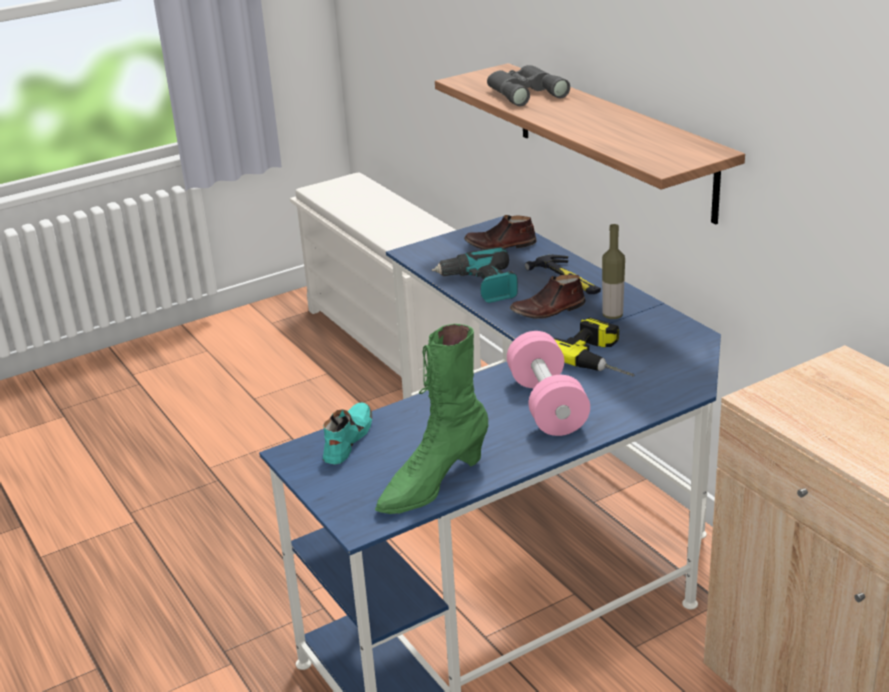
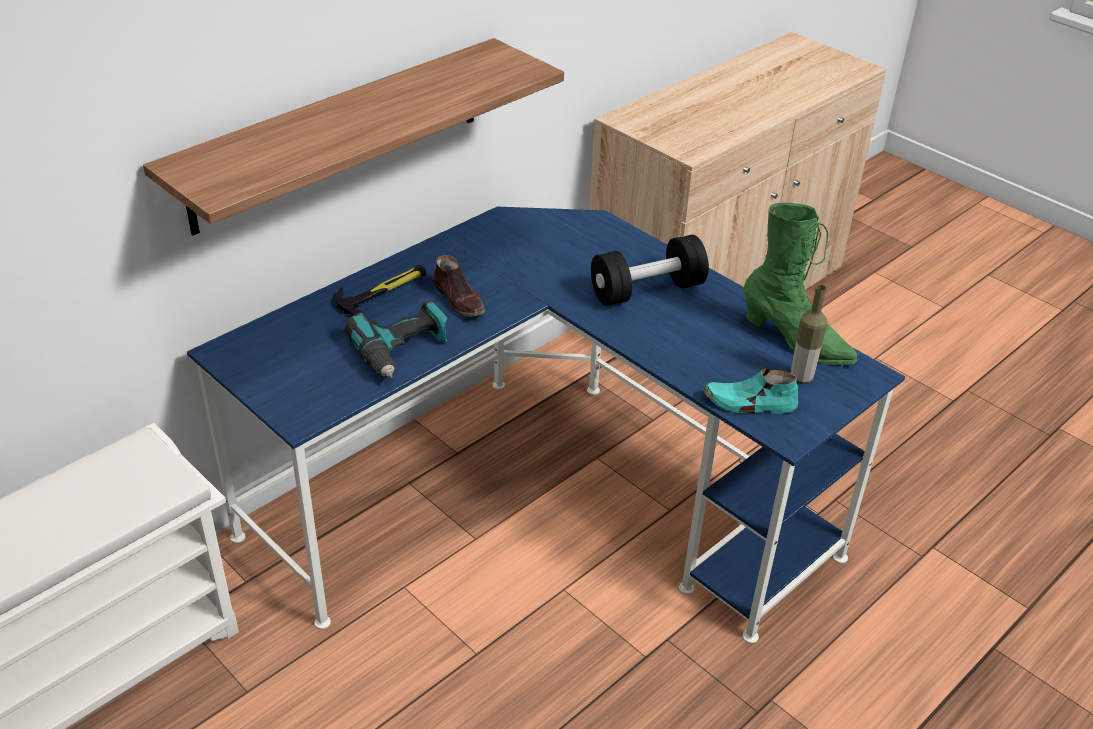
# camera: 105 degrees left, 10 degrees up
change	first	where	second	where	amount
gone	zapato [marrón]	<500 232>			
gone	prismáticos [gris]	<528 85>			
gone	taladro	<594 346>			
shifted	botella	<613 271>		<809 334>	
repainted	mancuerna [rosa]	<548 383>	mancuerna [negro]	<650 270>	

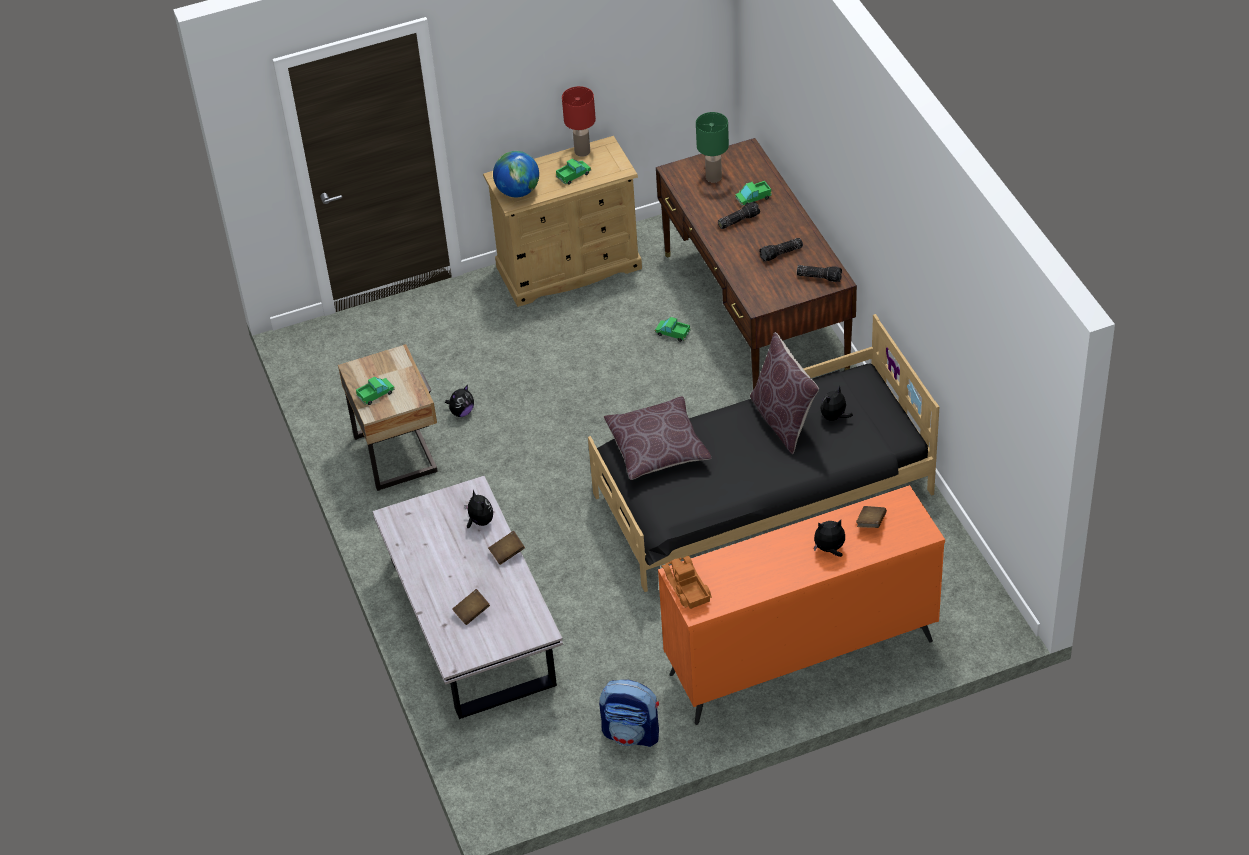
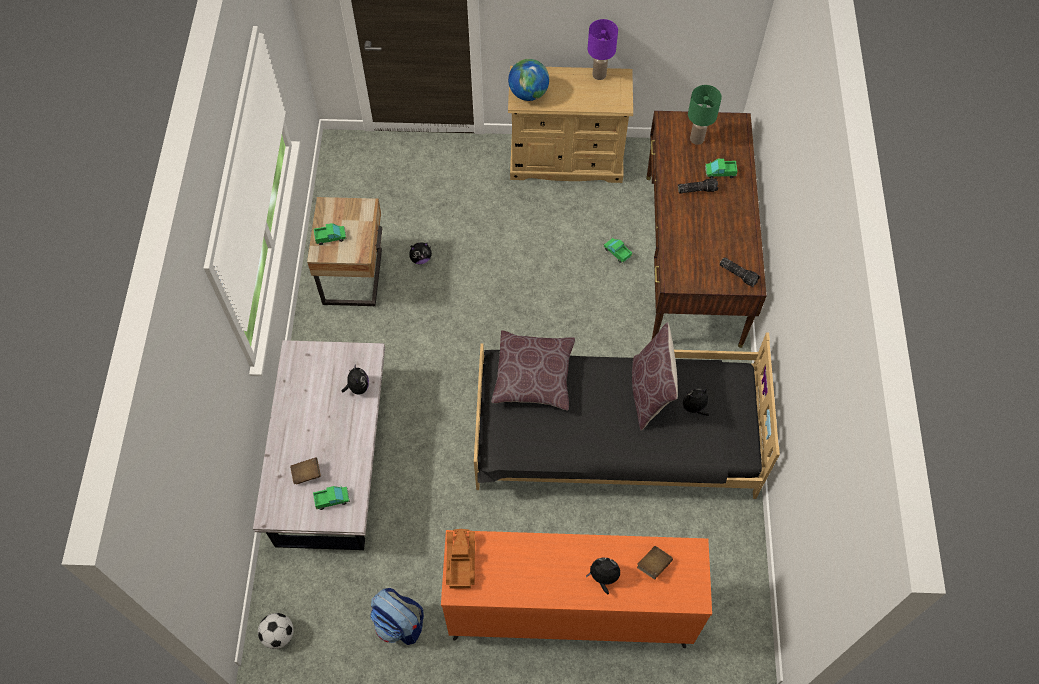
# camera: 20 degrees right, 15 degrees up
change	first	where	second	where	amount
gone	libro [marrón]	<506 548>			
gone	linterna	<781 250>			
new			balón de fútbol	<276 631>	
shifted	camión de juguete	<573 171>		<331 498>	
repainted	lámpara de mesa [rojo]	<579 121>	lámpara de mesa [morado]	<603 49>	

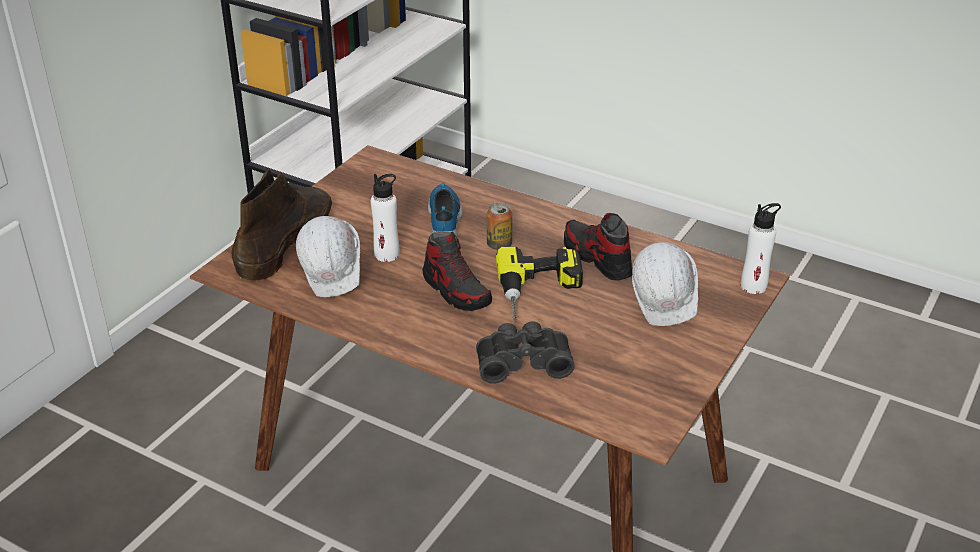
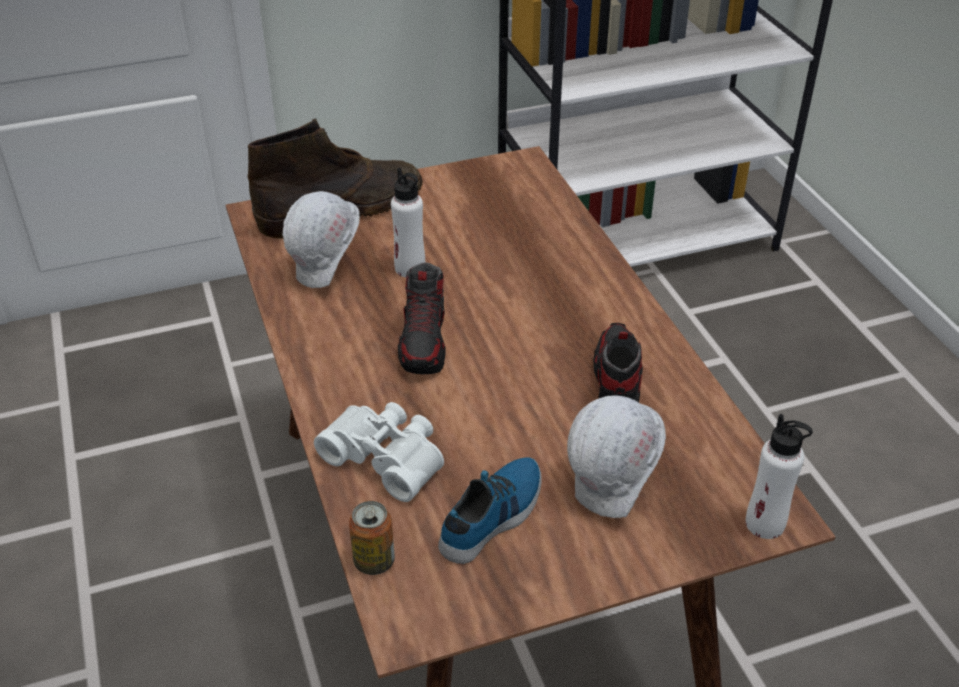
# camera: 40 degrees right, 5 degrees up
change	first	where	second	where	amount
gone	taladro	<539 283>			
shifted	zapato	<445 210>		<490 510>	
shifted	lata	<499 226>		<372 538>	
repainted	prismáticos [negro]	<525 352>	prismáticos [blanco]	<379 452>	

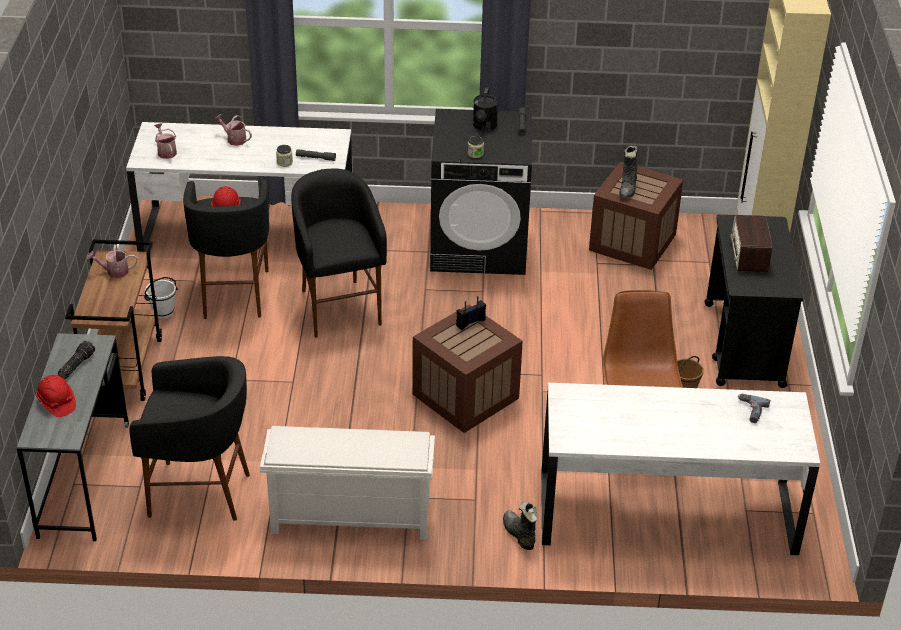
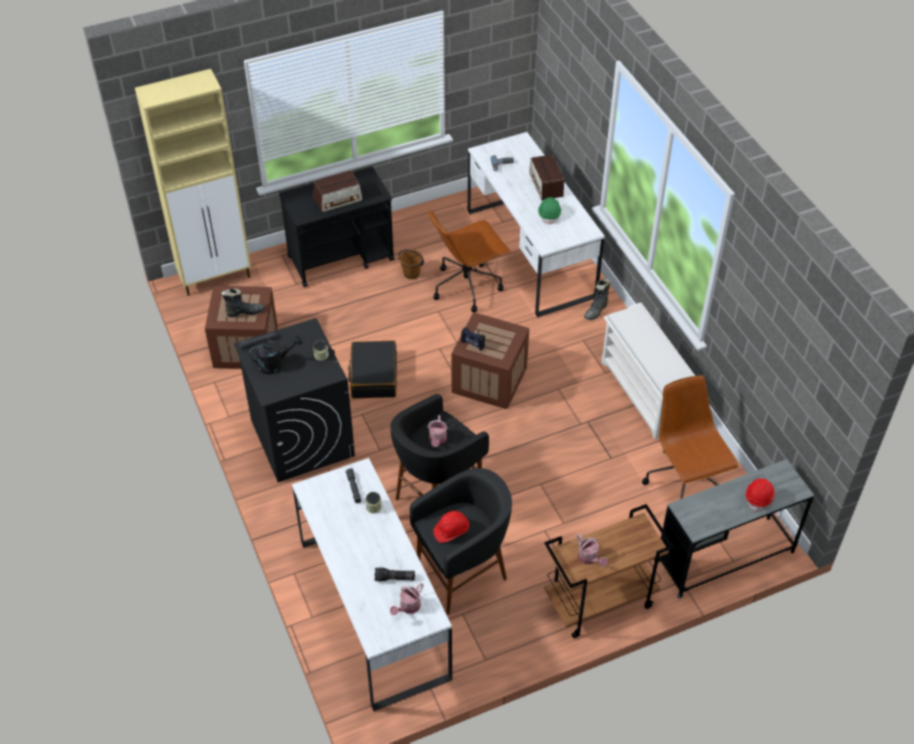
# camera: 115 degrees left, 10 degrees up
change	first	where	second	where	amount
gone	cubo [blanco]	<161 298>			
new			maleta [negro]	<372 369>	
new			radio	<546 177>	
new			casco [verde]	<549 211>	
shifted	linterna	<76 360>		<395 574>	
shifted	regadera	<233 130>		<438 431>	
swapped	taburete [negro]	<189 438>	silla de oficina [marrón]	<690 437>	

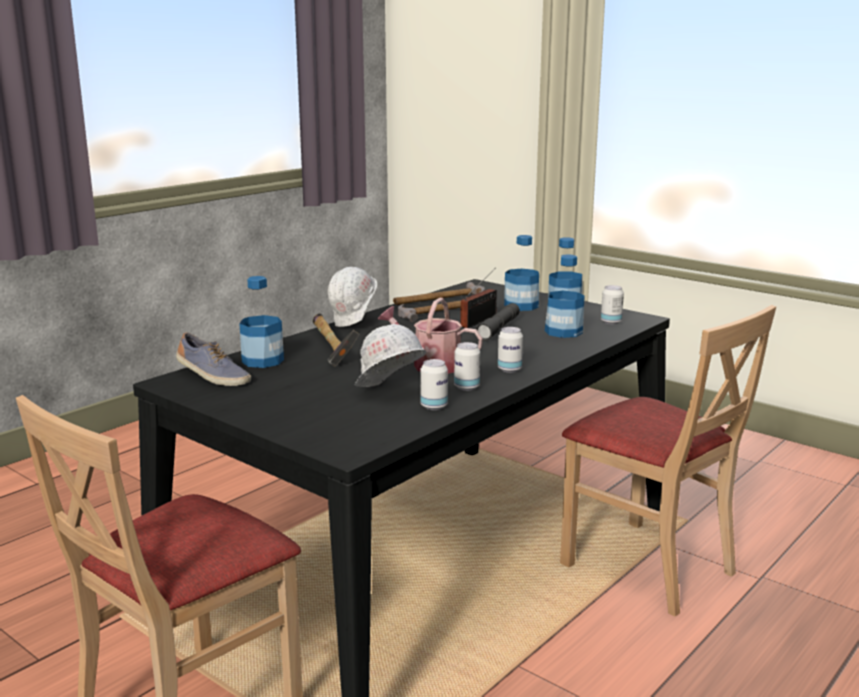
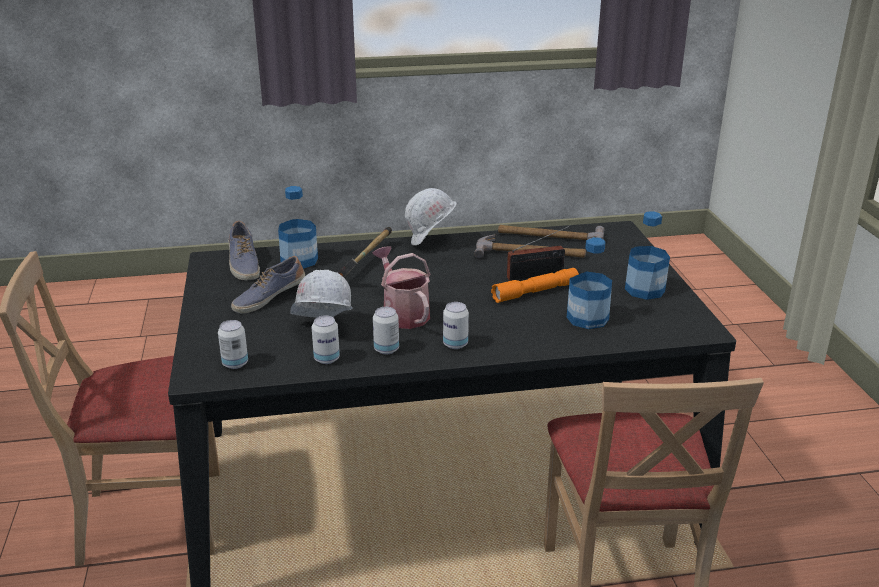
# camera: 40 degrees right, 10 degrees up
change	first	where	second	where	amount
gone	botella	<521 273>			
new			zapato	<268 284>	
shifted	lata	<612 304>		<233 344>	
repainted	linterna [gris]	<498 322>	linterna [naranja]	<535 285>	

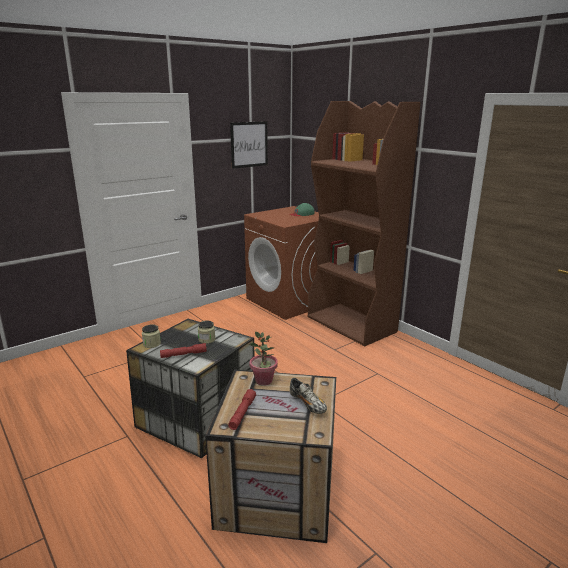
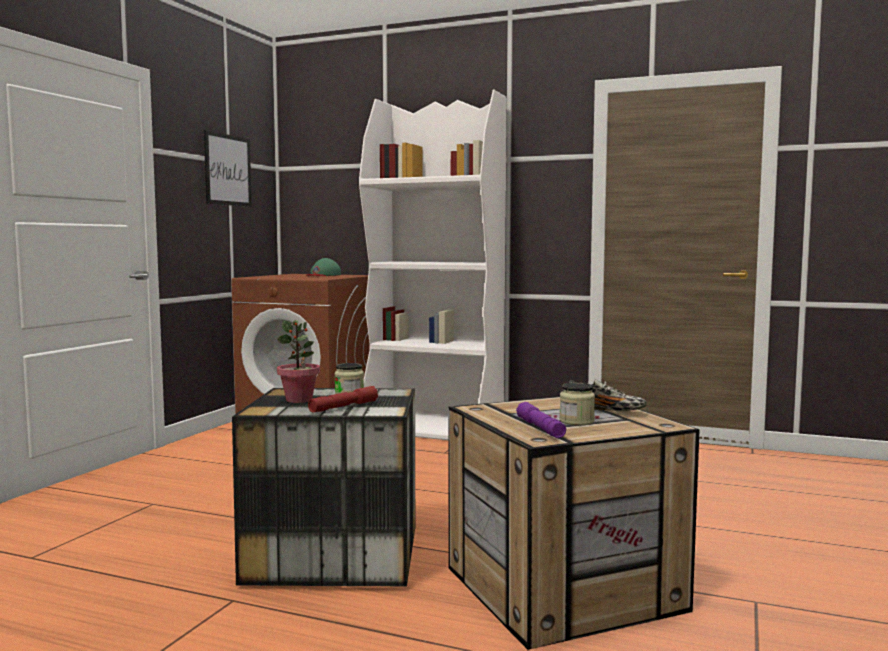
# camera: 30 degrees left, 15 degrees down
change	first	where	second	where	amount
shifted	tarro	<151 336>		<577 404>	
shifted	planta en maceta	<263 359>		<298 361>	
repainted	linterna [rojo]	<242 409>	linterna [morado]	<541 420>	
repainted	estantería [marrón]	<364 223>	estantería [blanco]	<433 264>	

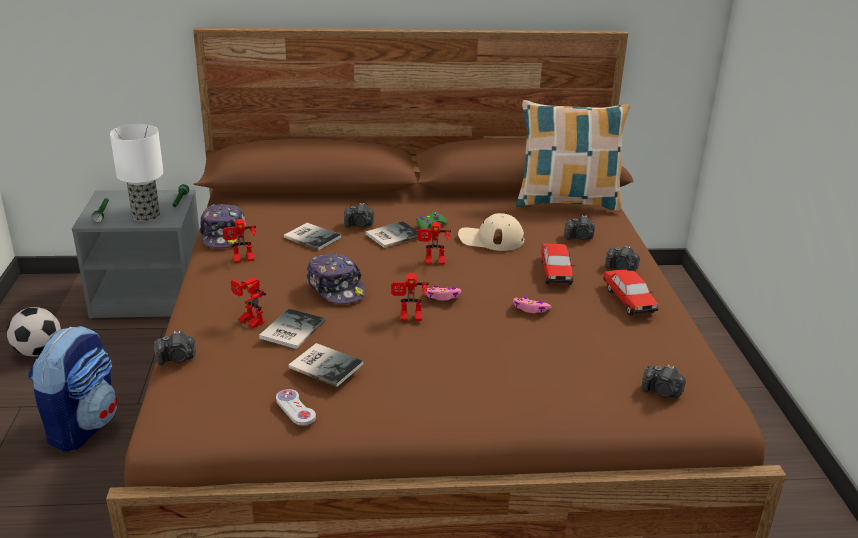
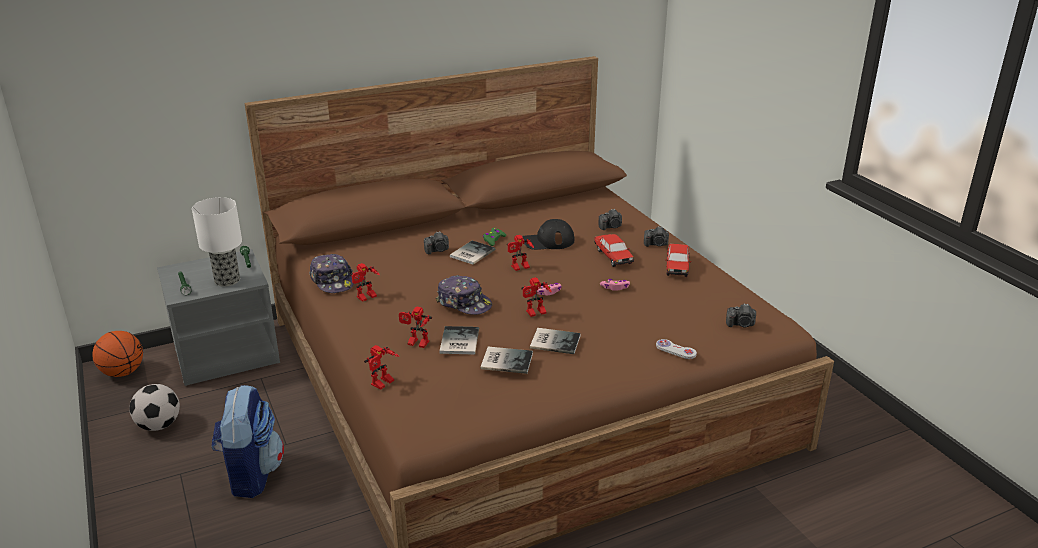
# camera: 20 degrees left, 0 degrees up
change	first	where	second	where	amount
gone	cojín	<573 155>			
new			balón de baloncesto	<118 354>	
shifted	mando de consola [blanco]	<296 407>		<676 349>	
shifted	libro	<312 236>		<555 341>	
swapped	cámara	<175 348>	robot de juguete	<382 367>	
repainted	gorra [beis]	<491 232>	gorra [negro]	<548 234>	
rotated	coche de juguete	<631 293>		<678 260>	45 degrees clockwise

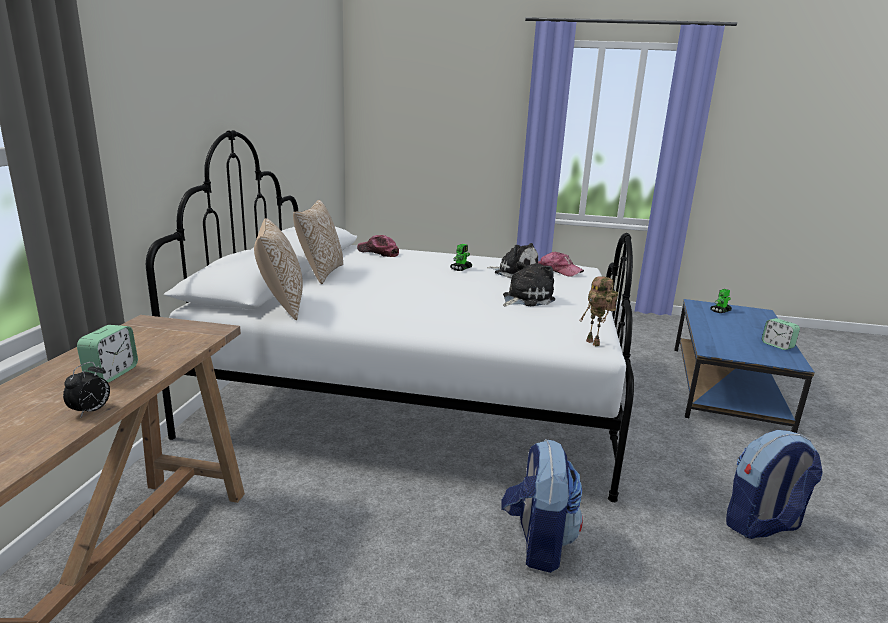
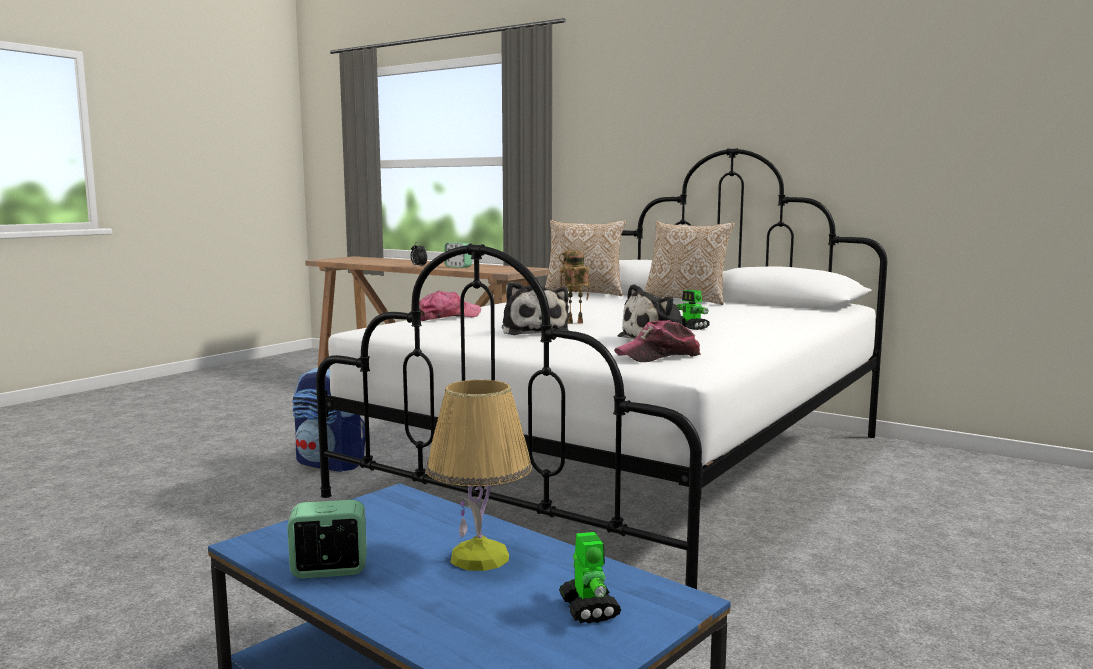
# camera: 115 degrees right, 10 degrees down
change	first	where	second	where	amount
gone	mochila	<774 484>			
new			lámpara de mesa	<479 475>	
shifted	gorra	<378 246>		<450 306>	
shifted	robot de juguete	<599 311>		<574 287>	

